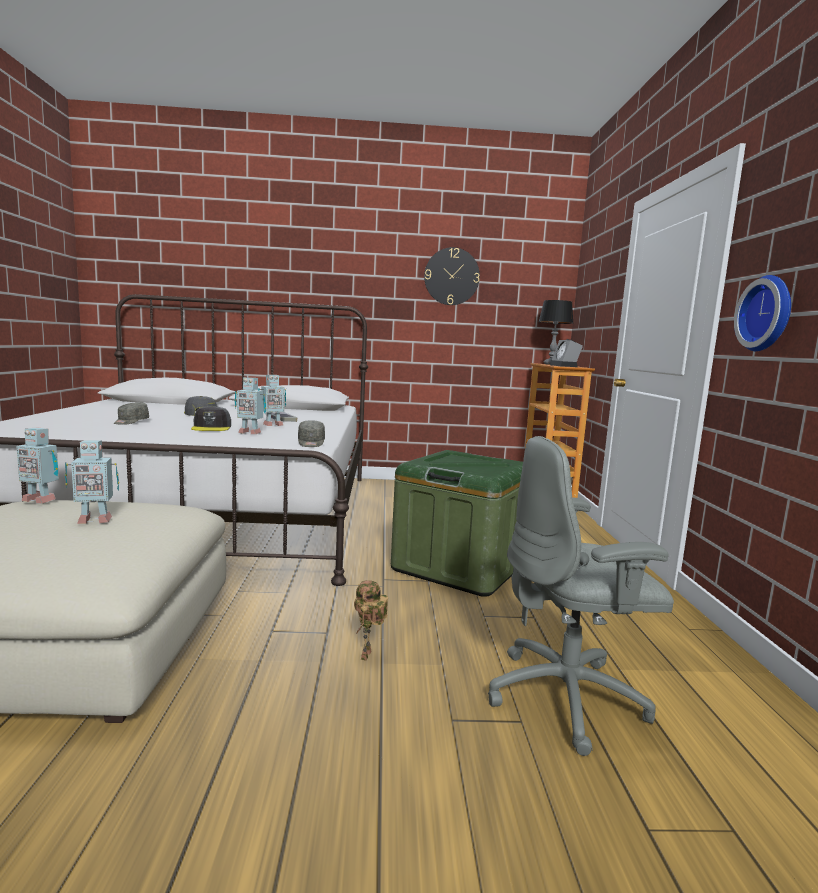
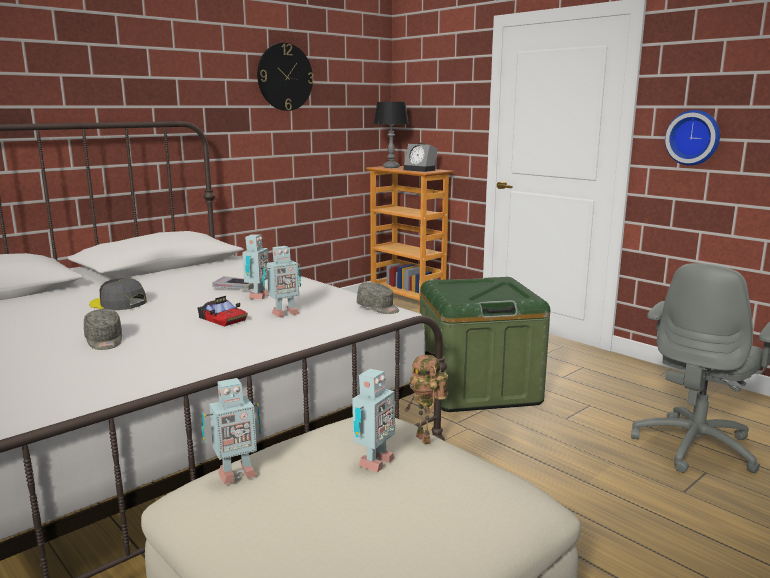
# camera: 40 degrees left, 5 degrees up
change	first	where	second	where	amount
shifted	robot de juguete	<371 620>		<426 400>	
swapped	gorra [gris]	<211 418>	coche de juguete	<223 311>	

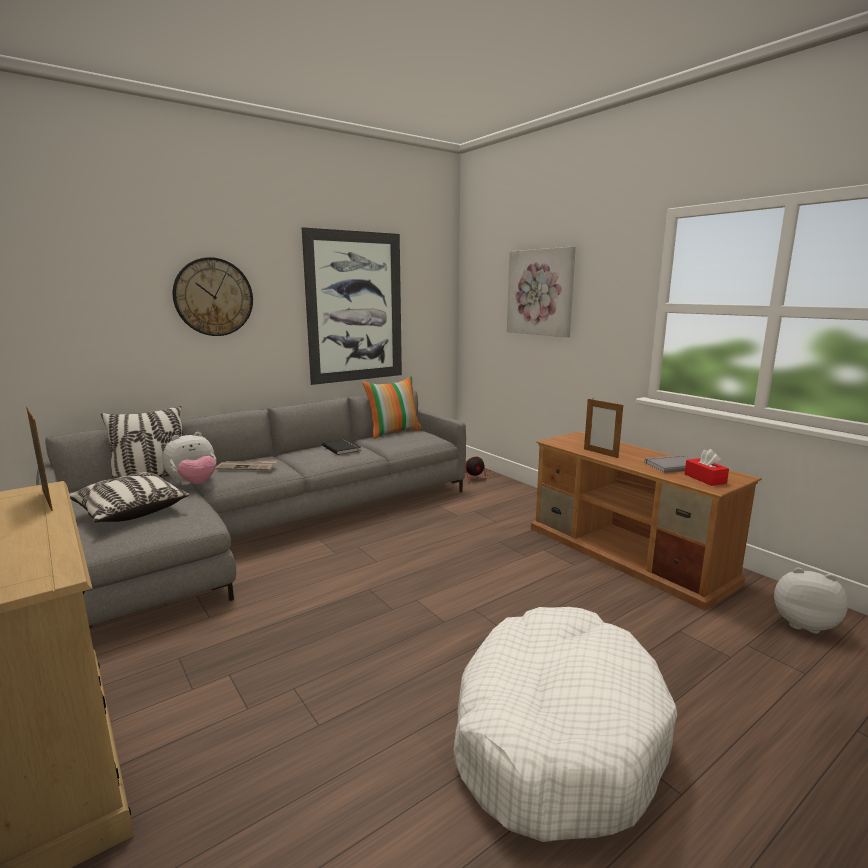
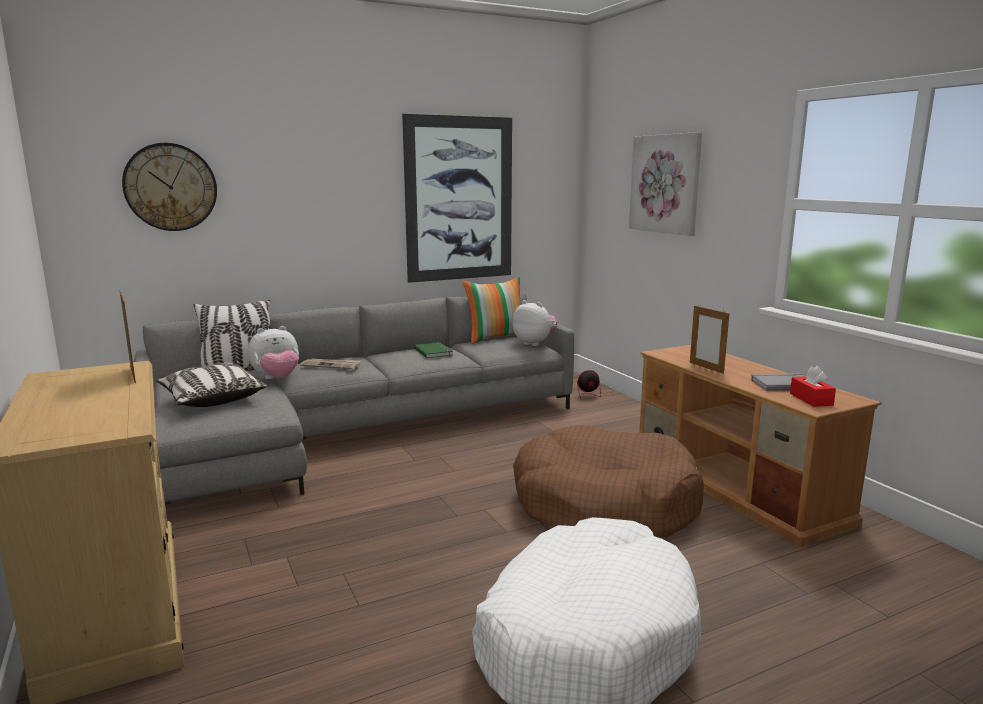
# camera: 10 degrees right, 0 degrees up
change	first	where	second	where	amount
new			cama para perro [marrón]	<608 481>	
shifted	reloj de pared	<213 296>		<169 187>	
shifted	peluche	<811 601>		<534 323>	
repainted	libro [negro]	<341 447>	libro [verde]	<433 350>	

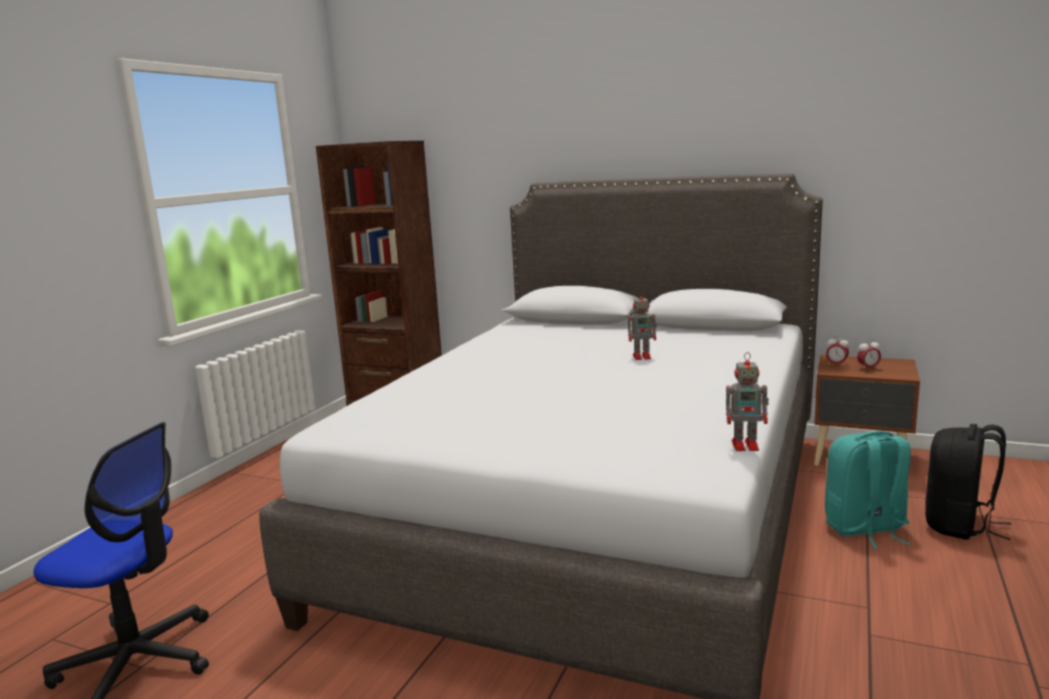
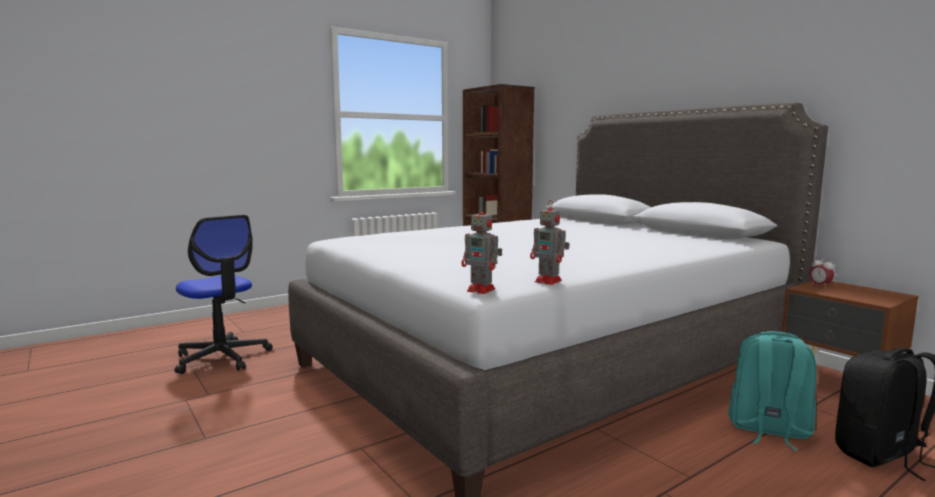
# camera: 30 degrees right, 5 degrees down
change	first	where	second	where	amount
gone	despertador	<869 354>			
shifted	robot de juguete	<642 325>		<481 249>	

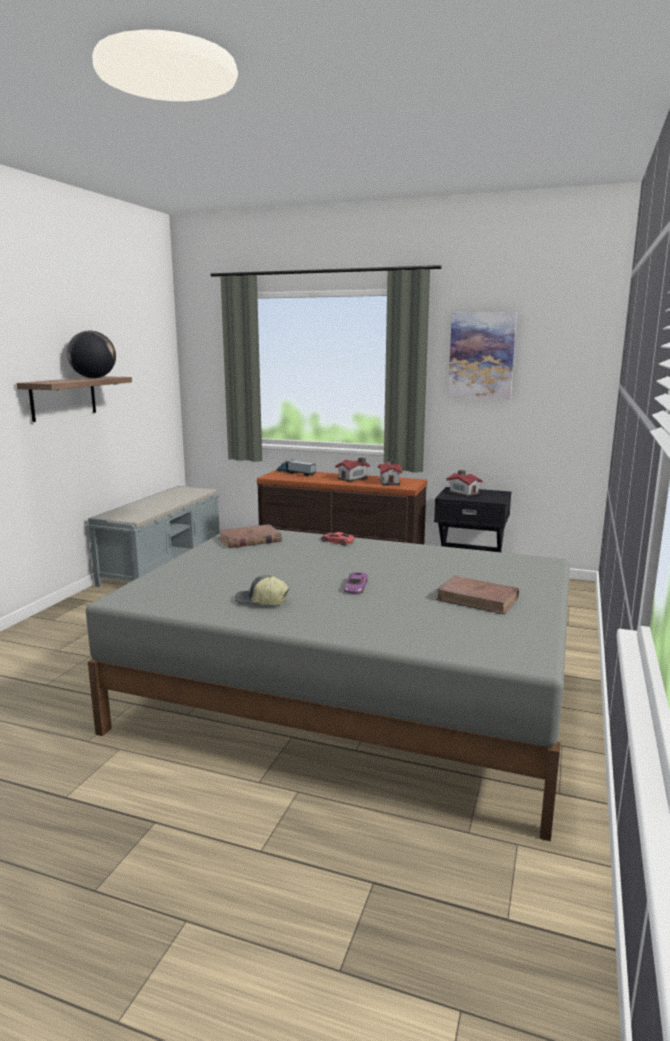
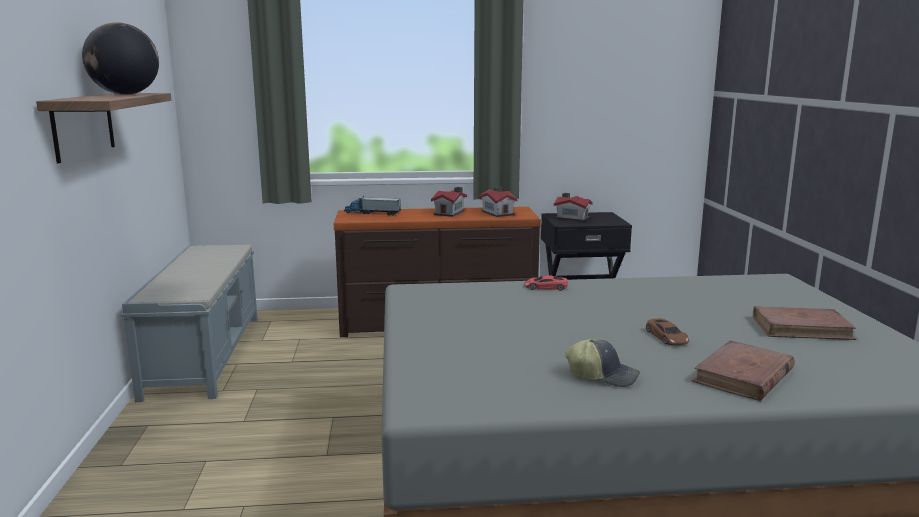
# camera: 25 degrees left, 0 degrees up
change	first	where	second	where	amount
gone	cuadro	<482 355>			
shifted	libro [marrón]	<250 536>		<743 371>	
repainted	coche de juguete [morado]	<356 582>	coche de juguete [marrón]	<667 332>	
rotated	gorra	<262 590>		<602 363>	150 degrees counterclockwise

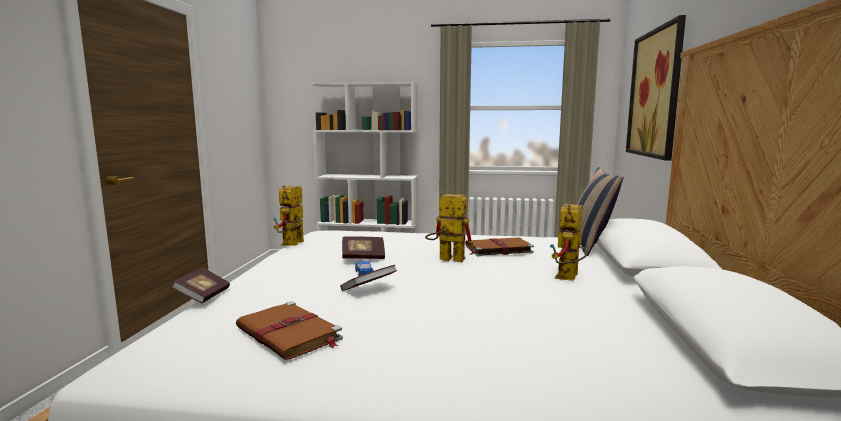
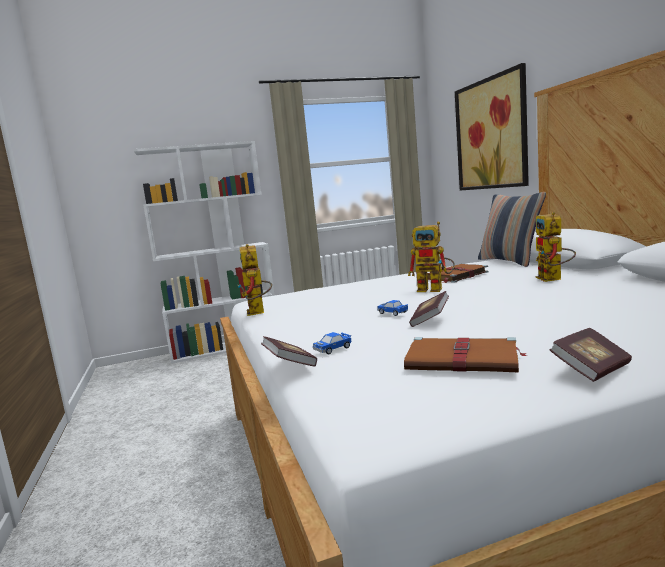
# camera: 25 degrees left, 0 degrees up
change	first	where	second	where	amount
new			coche de juguete	<332 343>	
shifted	libro	<363 247>		<591 355>	
rotated	robot de juguete	<449 226>		<431 257>	150 degrees counterclockwise

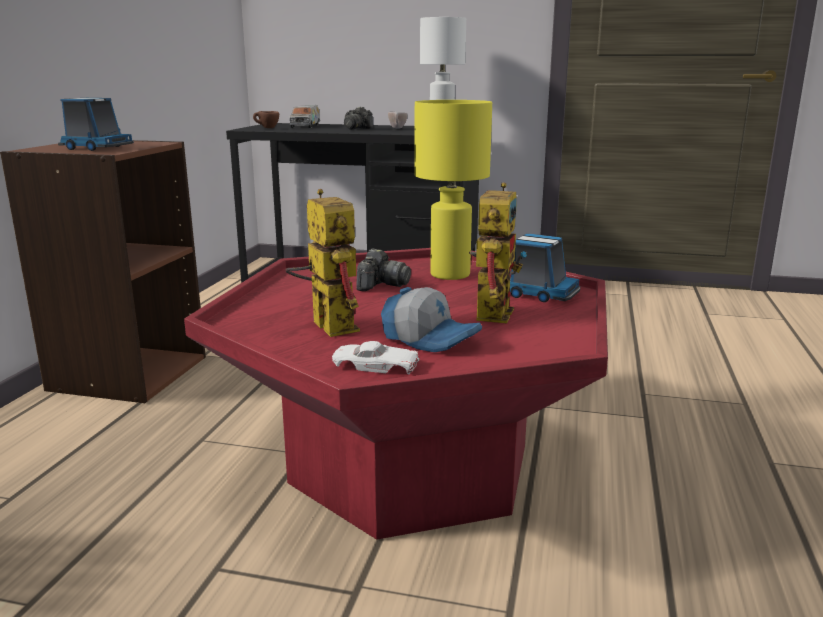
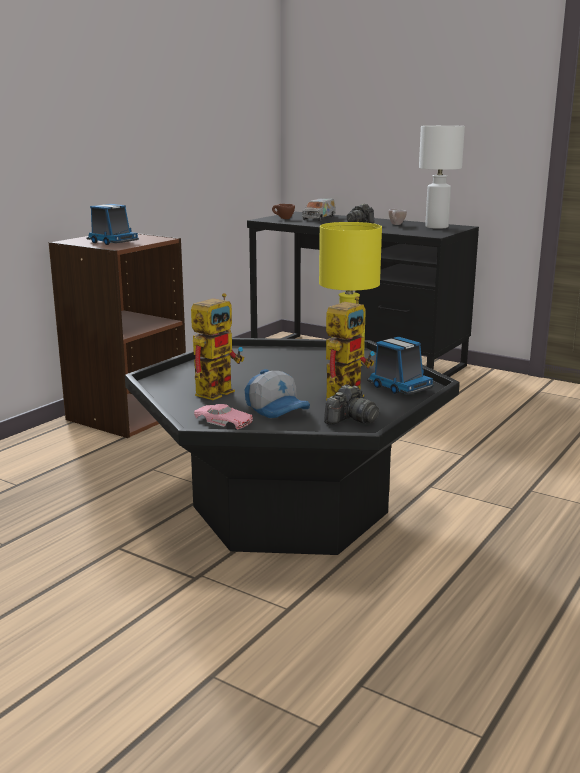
# camera: 20 degrees right, 0 degrees up
change	first	where	second	where	amount
shifted	cámara	<383 270>		<351 404>	
repainted	mesa de centro [rojo]	<396 394>	mesa de centro [negro]	<292 446>	
repainted	coche de juguete [blanco]	<376 357>	coche de juguete [rosa]	<223 417>	
rotated	robot de juguete	<323 263>		<217 346>	45 degrees clockwise

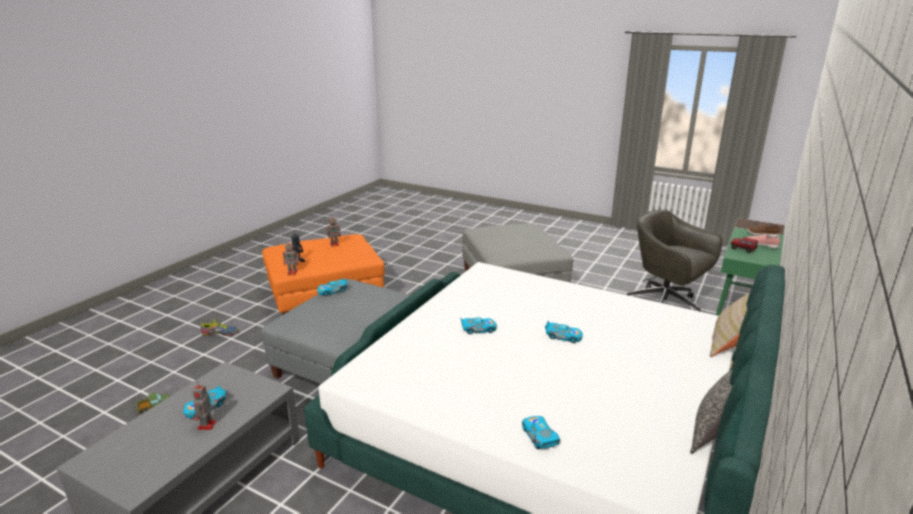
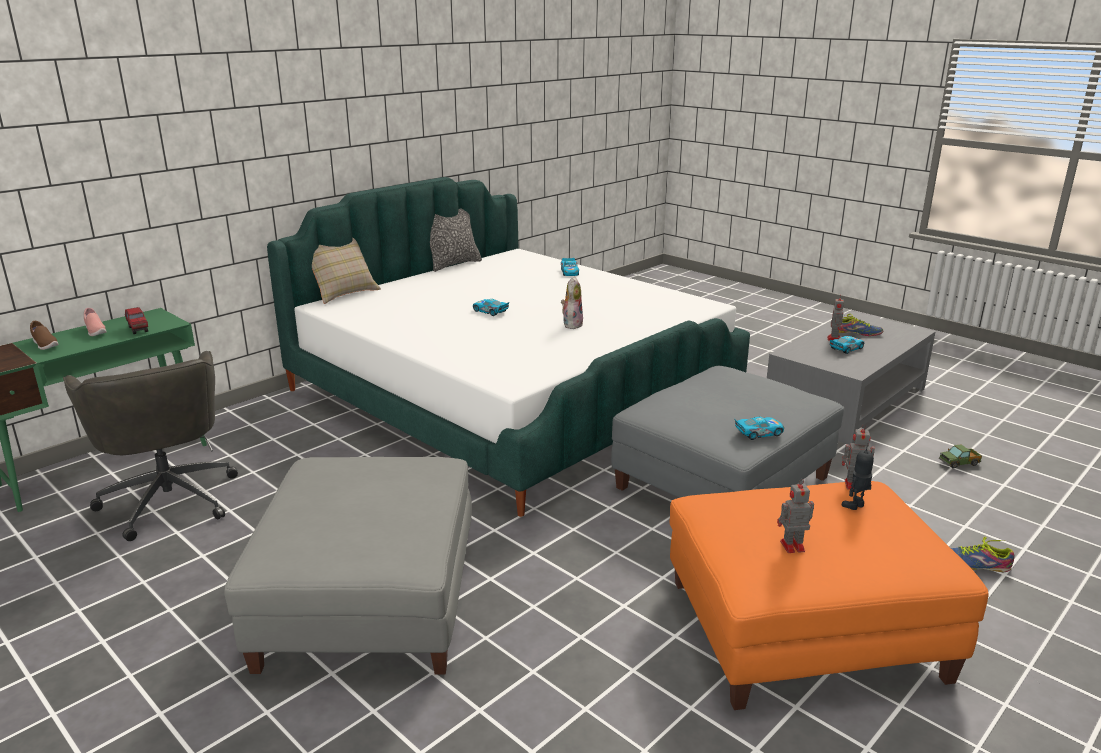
# camera: 165 degrees left, 0 degrees up
change	first	where	second	where	amount
new			zapato	<861 325>	
swapped	coche de juguete	<479 325>	peluche	<572 302>	

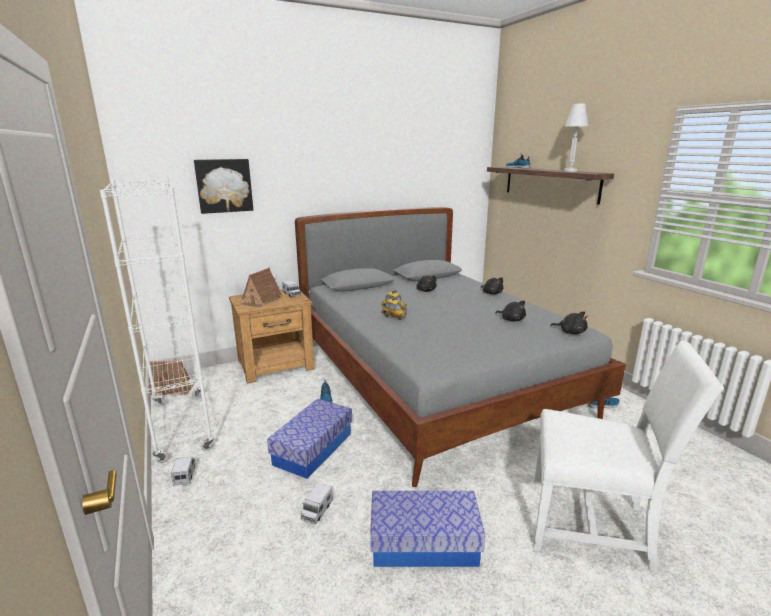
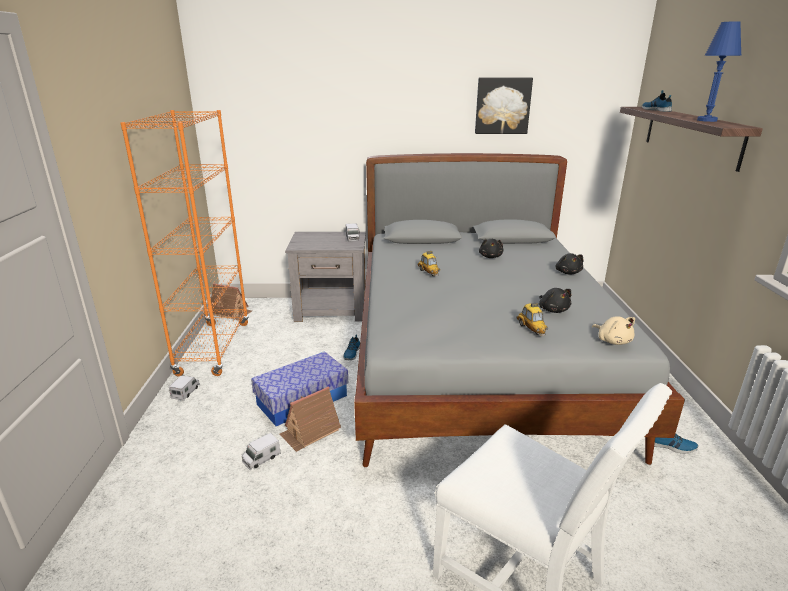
# camera: 25 degrees right, 5 degrees up
change	first	where	second	where	amount
gone	caja de almacenaje	<427 529>			
shifted	cuadro	<223 186>		<504 106>	
shifted	casita	<261 287>		<310 419>	
shifted	coche de juguete	<394 308>		<532 319>	
repainted	estantería [blanco]	<157 321>	estantería [naranja]	<184 243>	
repainted	mesita de noche [marrón]	<271 336>	mesita de noche [gris]	<325 277>	
repainted	peluche [negro]	<569 323>	peluche [beis]	<613 331>	
repainted	lámpara de mesa [blanco]	<576 137>	lámpara de mesa [azul]	<719 71>	

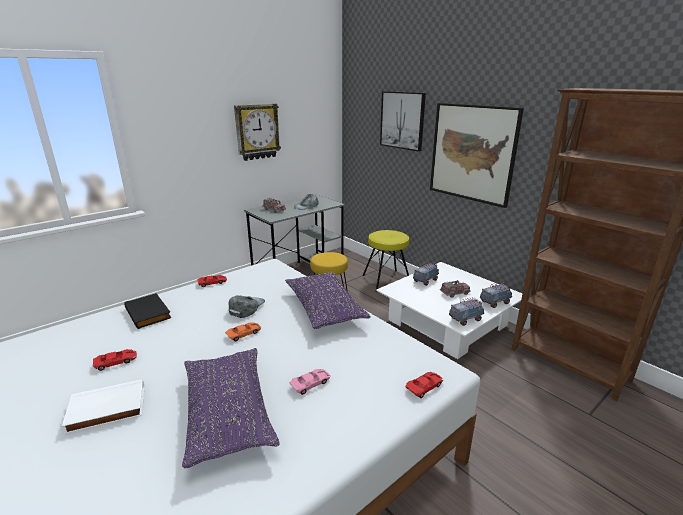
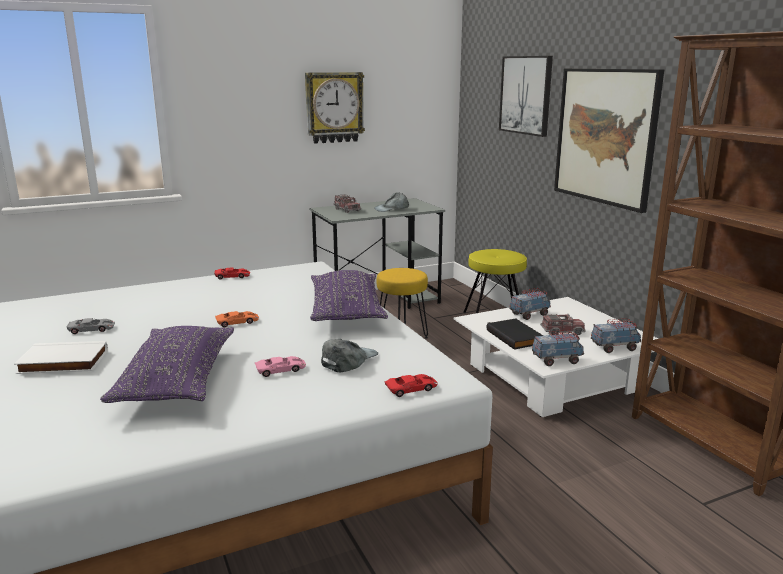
# camera: 15 degrees right, 5 degrees down
change	first	where	second	where	amount
shifted	libro [negro]	<147 311>		<515 334>	
shifted	gorra [gris]	<246 306>		<349 355>	
repainted	coche de juguete [rojo]	<115 360>	coche de juguete [gris]	<91 326>	

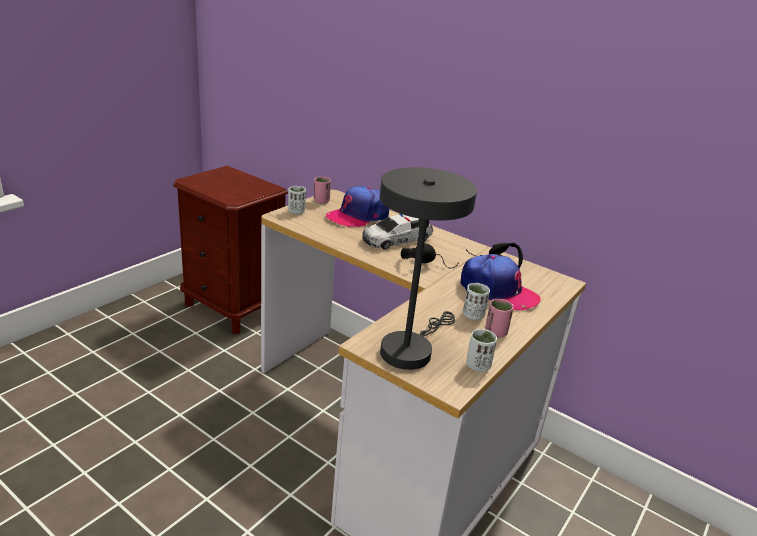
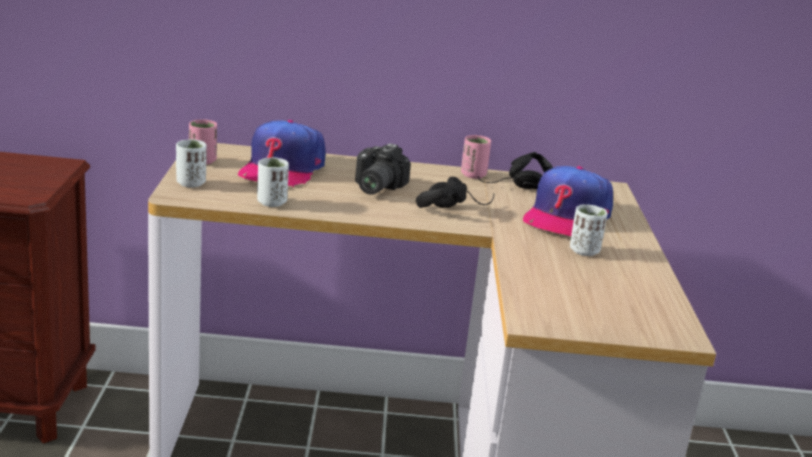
# camera: 35 degrees left, 5 degrees down
change	first	where	second	where	amount
gone	lámpara de mesa [gris]	<428 268>			
shifted	taza [blanco]	<481 350>		<273 182>	
shifted	taza [rosa]	<499 318>		<476 157>	
swapped	coche de juguete	<397 232>	cámara	<383 169>	
rotated	gorra	<500 282>		<568 201>	120 degrees clockwise

